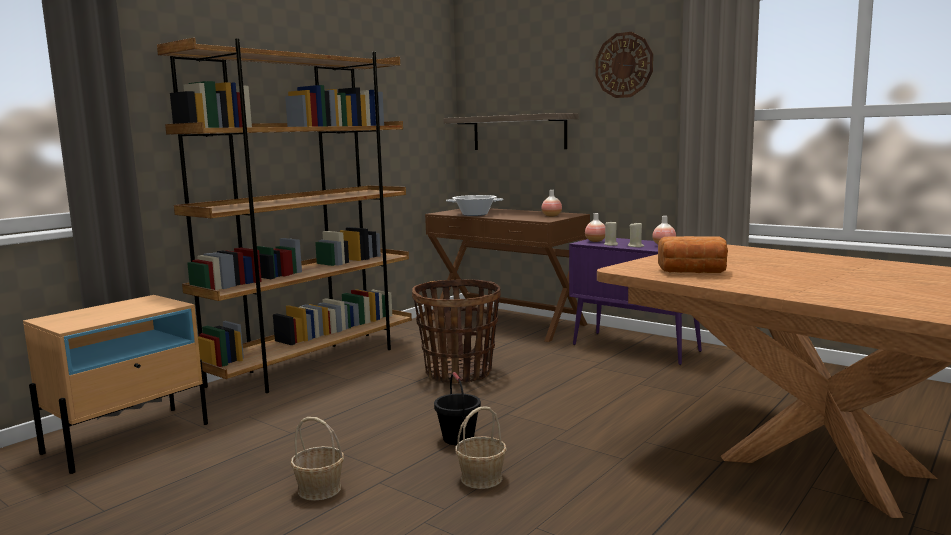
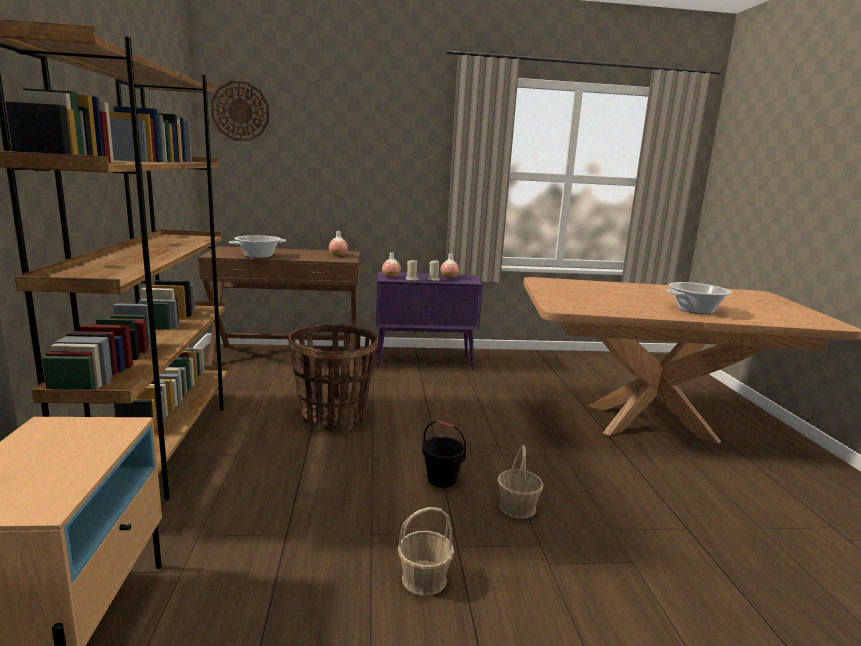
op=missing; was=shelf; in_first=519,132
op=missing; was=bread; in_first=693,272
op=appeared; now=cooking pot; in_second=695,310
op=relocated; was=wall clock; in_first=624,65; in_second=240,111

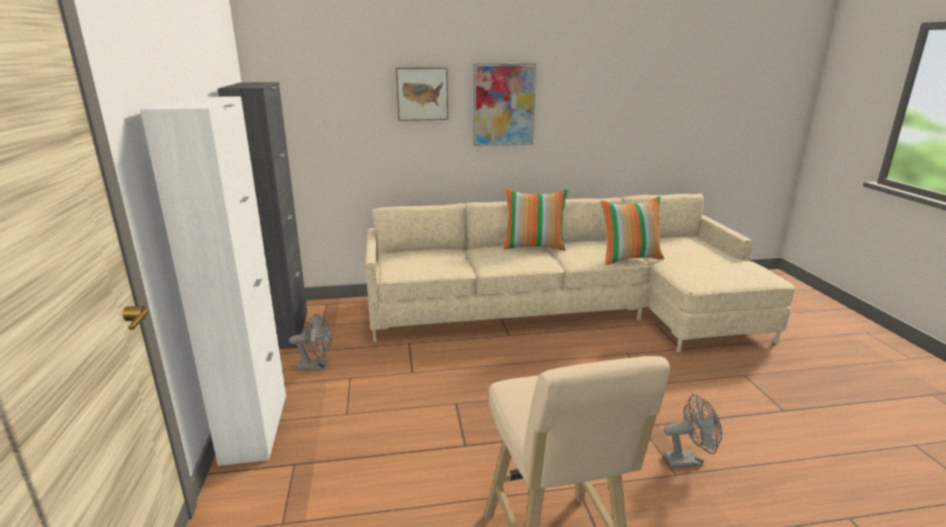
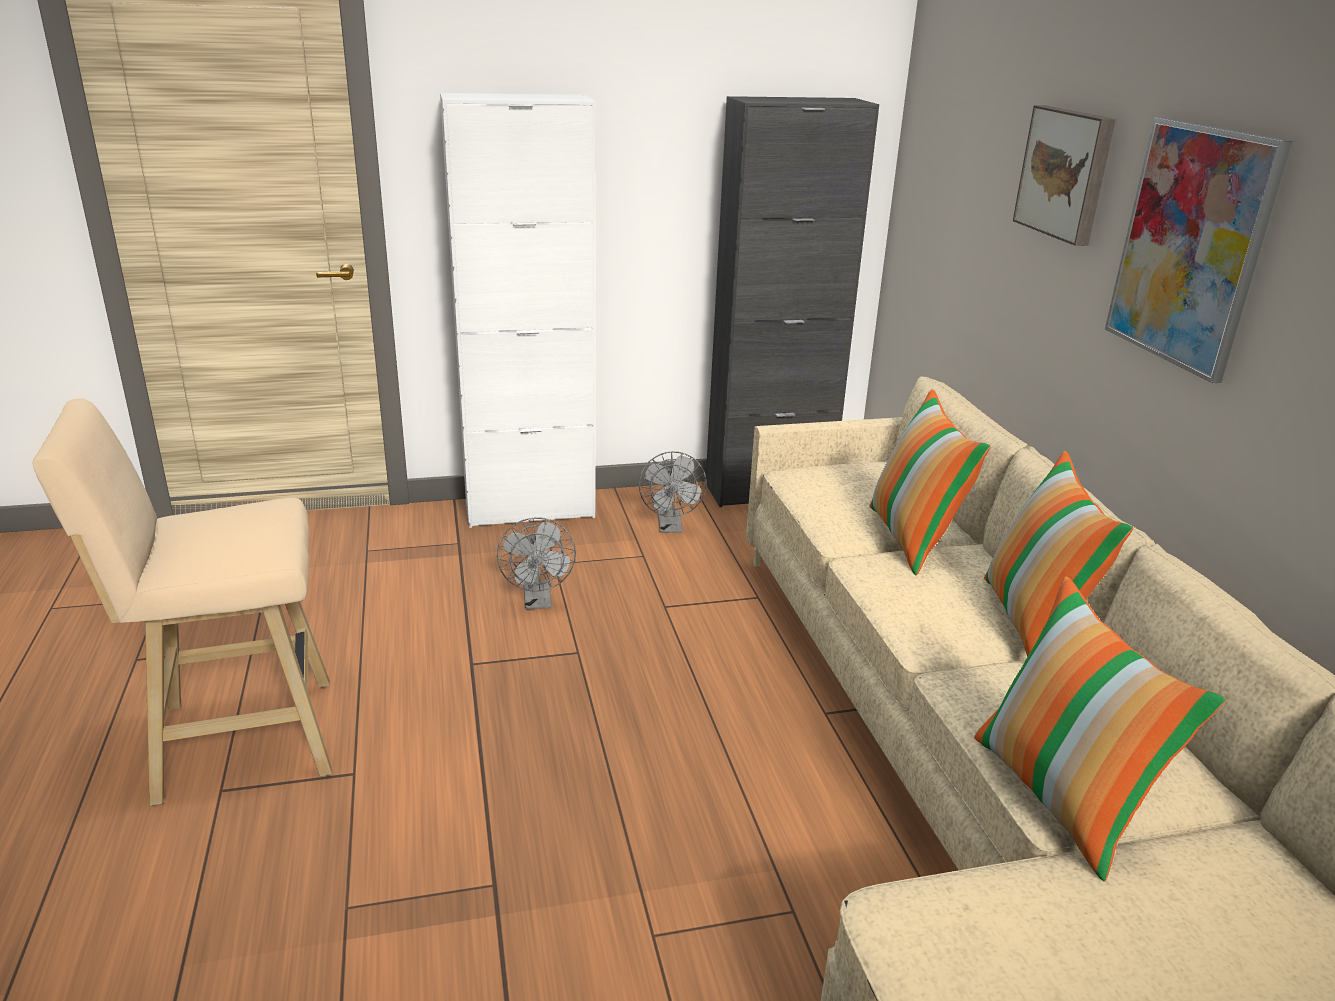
op=appeared; now=pillow; in_second=914,538
op=relocated; was=grey fan; in_first=688,460; in_second=538,602

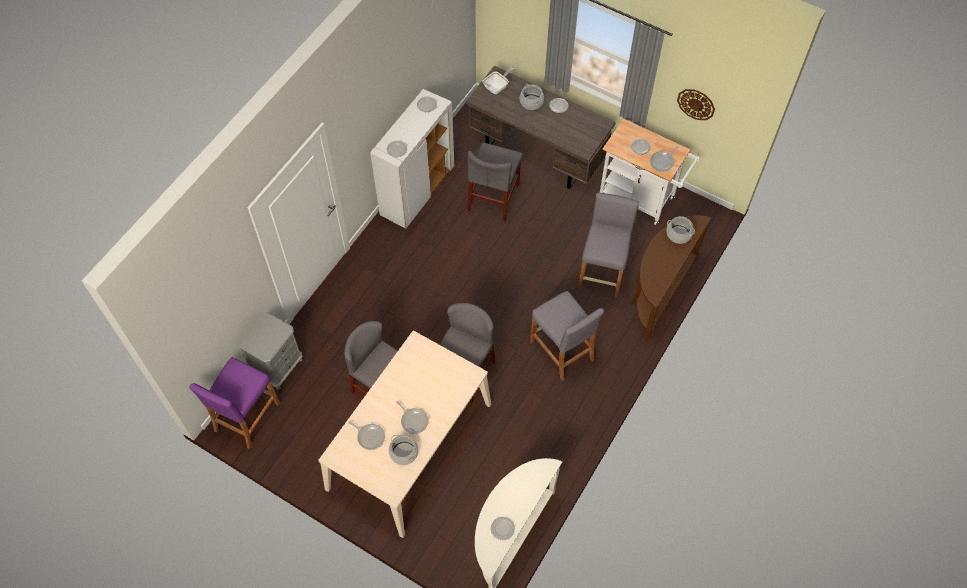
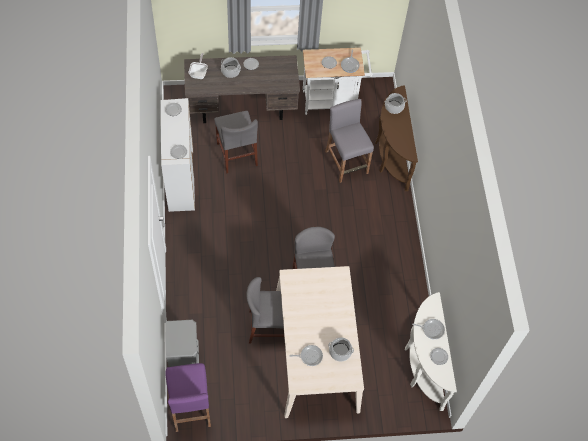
op=missing; was=grey stool; in_first=562,350
op=missing; was=wall clock; in_first=696,104
op=relocated; was=frying pan; in_first=413,420; in_second=431,329

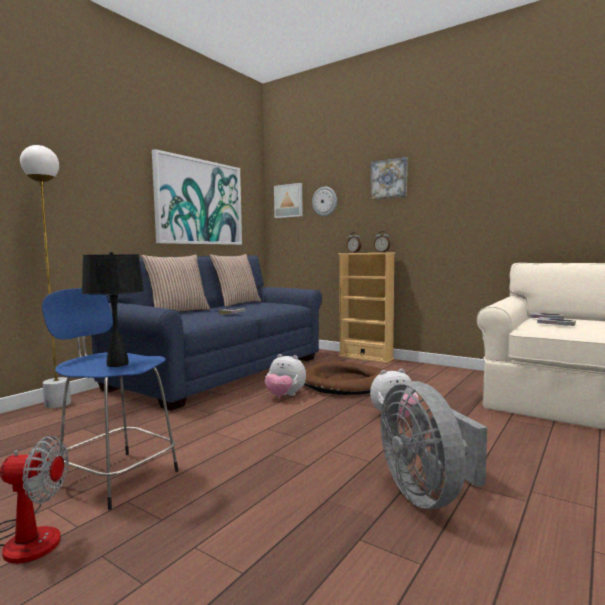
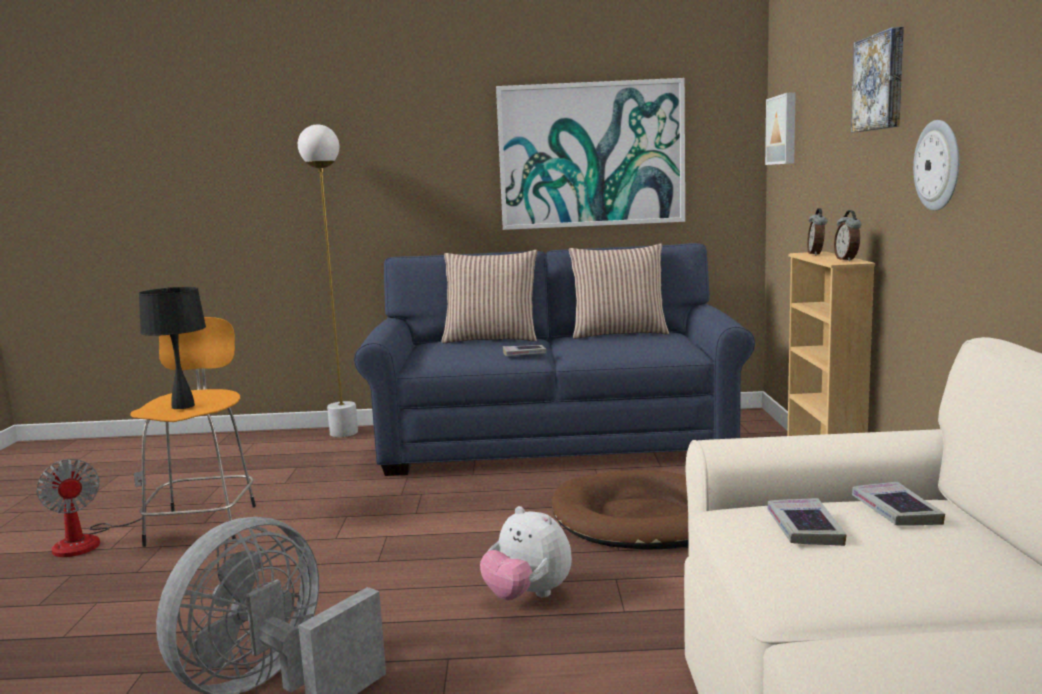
op=missing; was=plush toy; in_first=285,396
op=relocated; was=wall clock; in_first=325,201; in_second=938,165
op=colour; was=blue stool; now=orange stool; in_first=117,477; in_second=203,523

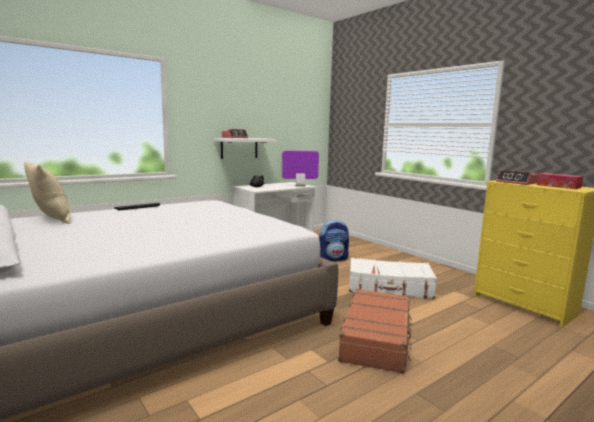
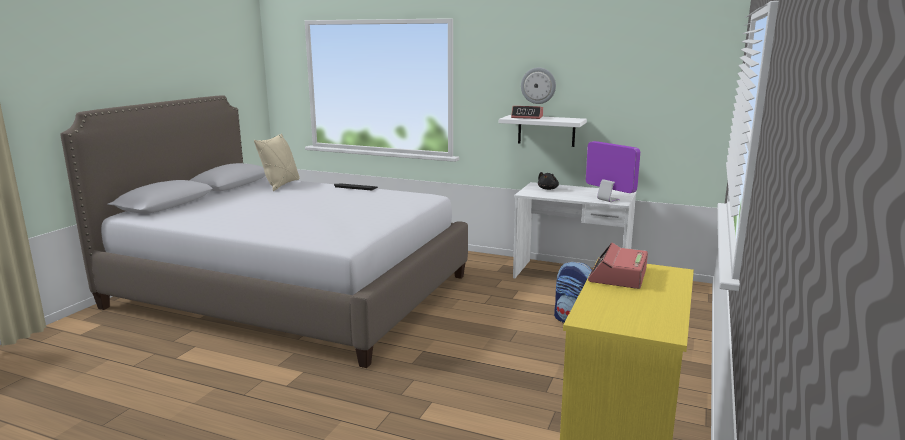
op=missing; was=brown suitcase; in_first=377,338
op=missing; was=white suitcase; in_first=389,287
op=missing; was=tissue box; in_first=558,186
op=appeared; now=wall clock; in_second=538,85

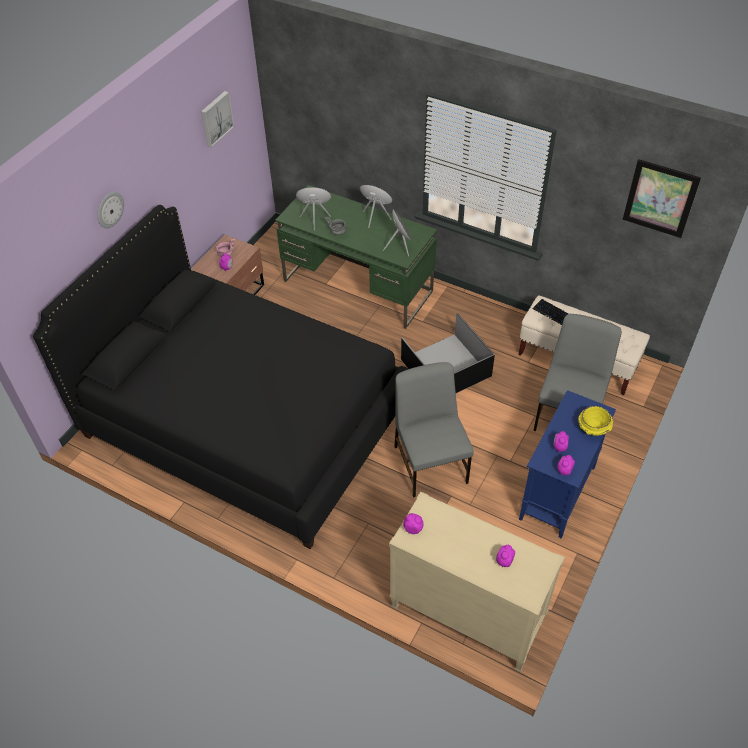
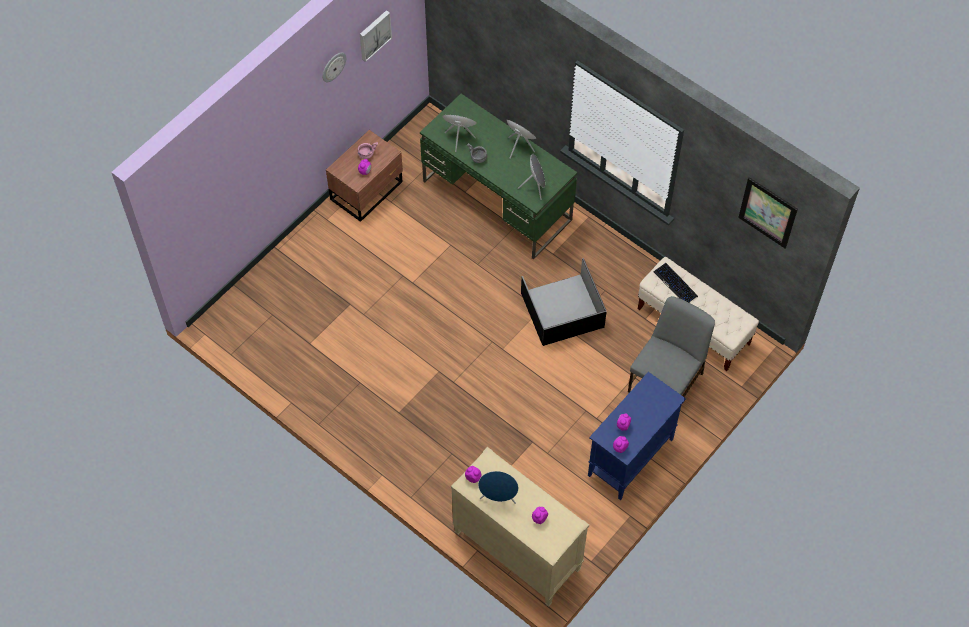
op=missing; was=black bed; in_first=246,419
op=missing; was=grey chair; in_first=431,463
op=missing; was=yellow bowl; in_first=593,428
op=appeared; now=blue speaker; in_second=498,497
op=relocated; was=wall clock; in_first=109,209; in_second=333,66

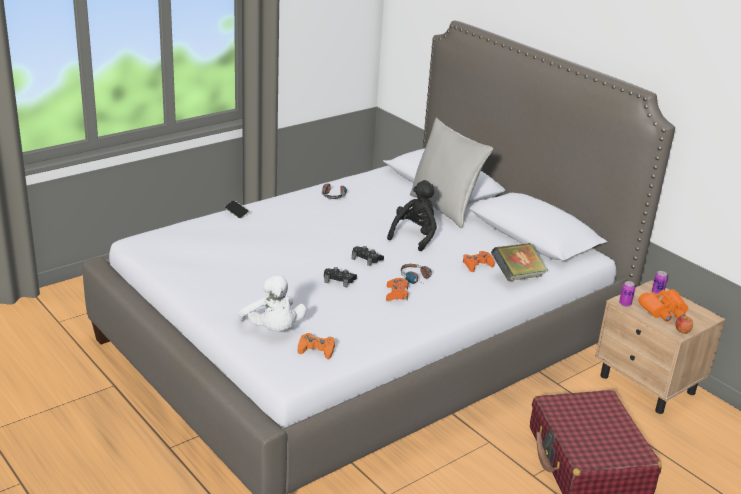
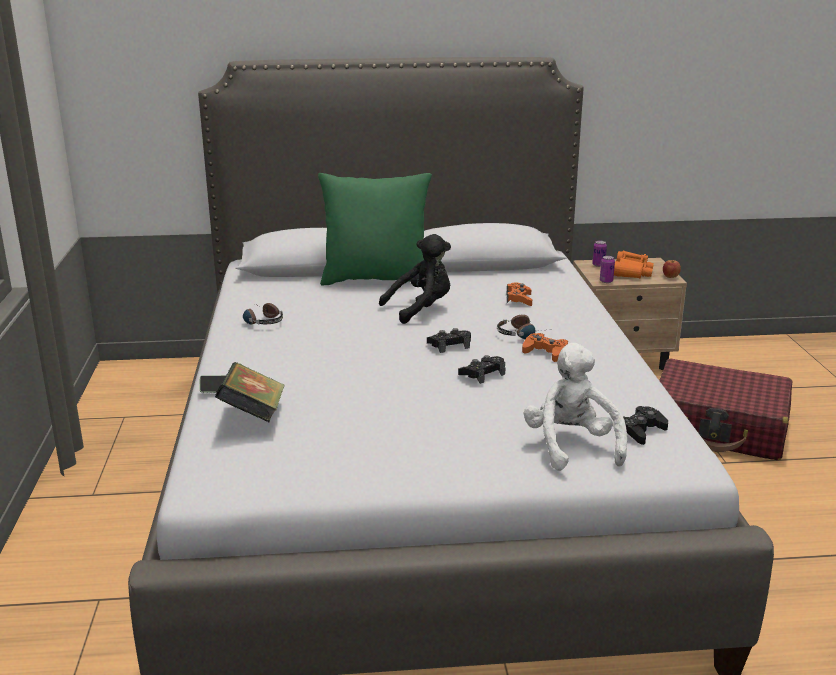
op=relocated; was=book; in_first=517,276; in_second=253,415
op=colour; was=orange game controller; now=black game controller; in_first=316,350; in_second=641,431
op=colour; was=grey pillow; now=green pillow; in_first=444,208; in_second=376,279
op=spun; was=white plush toy; in_first=273,330; in_second=571,446; clockwise=-105
op=spun; was=black plush toy; in_first=414,236; in_second=421,309; clockwise=90

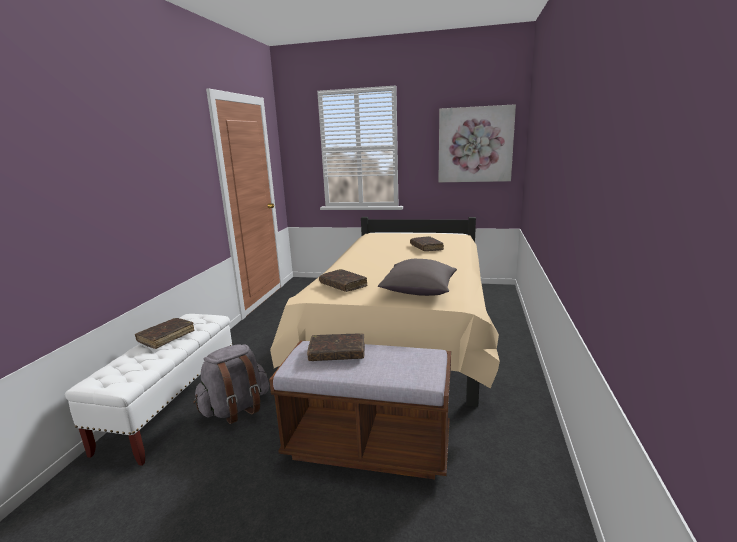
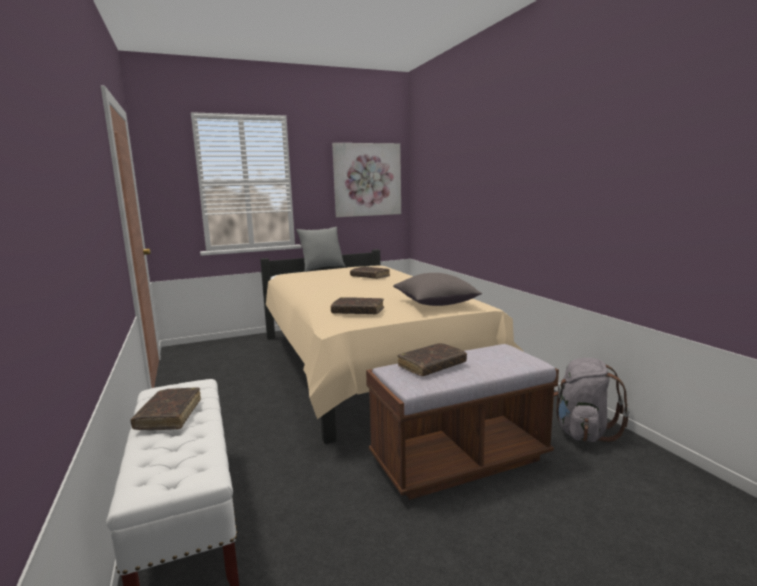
op=appeared; now=grey pillow; in_second=322,268
op=relocated; was=grey backpack; in_first=236,408; in_second=582,431

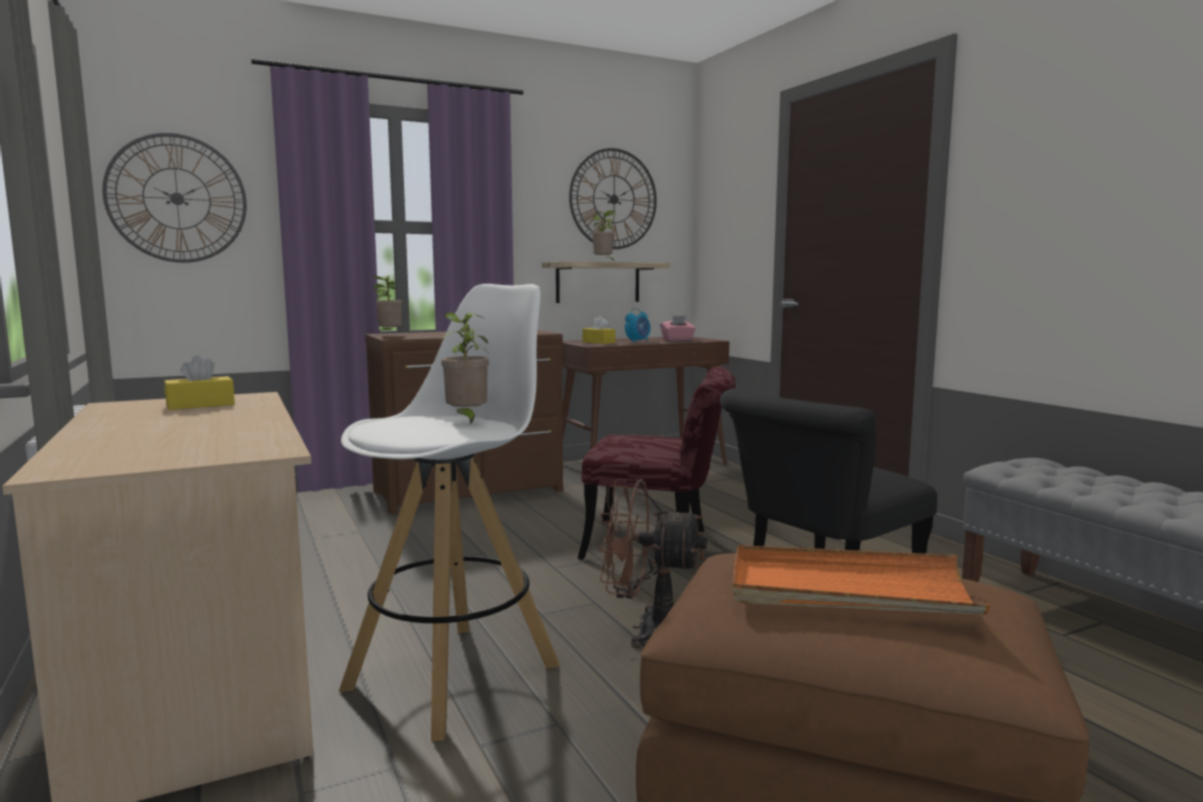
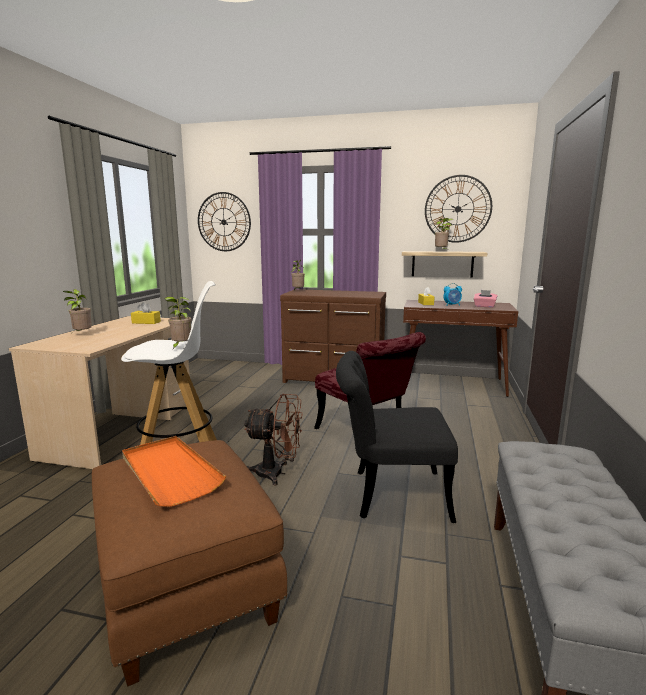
op=appeared; now=potted plant; in_second=81,334
op=spun; was=brown fan; in_first=648,630; in_second=277,473; clockwise=135

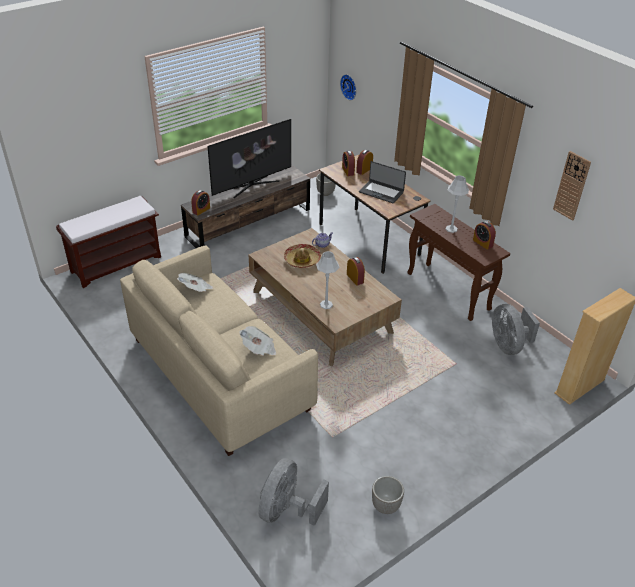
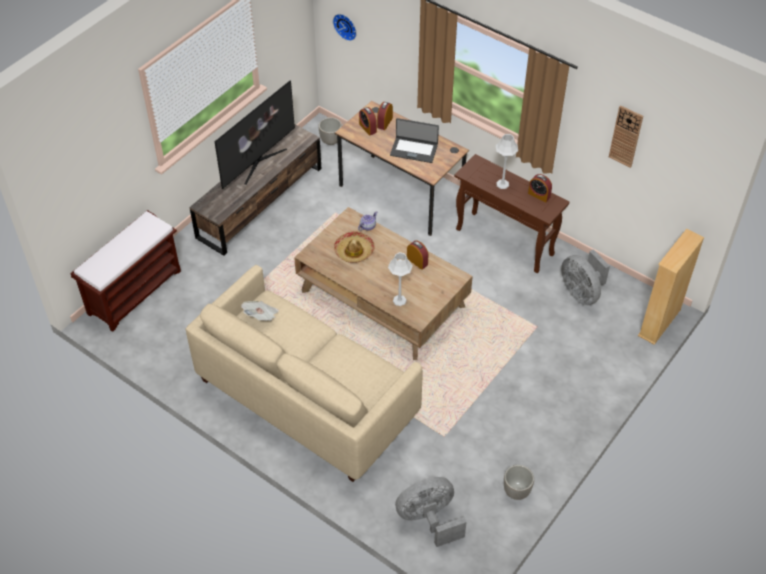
op=missing; was=alarm clock; in_first=201,210
op=missing; was=newspaper; in_first=259,349
op=spun; was=grey fan; in_first=287,510; in_second=429,519; clockwise=60

